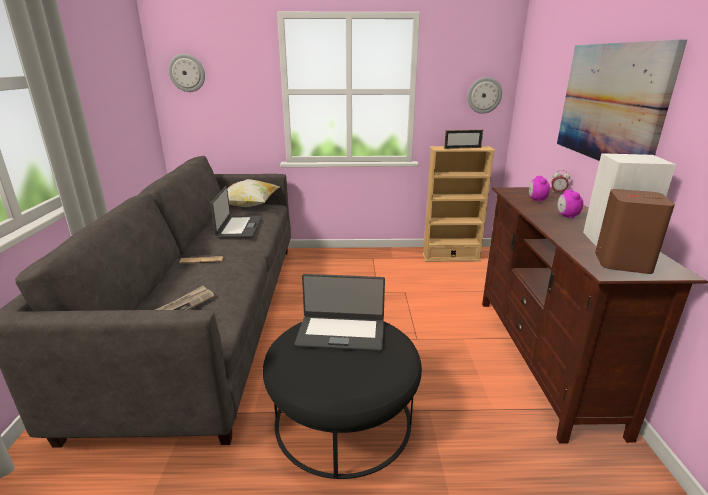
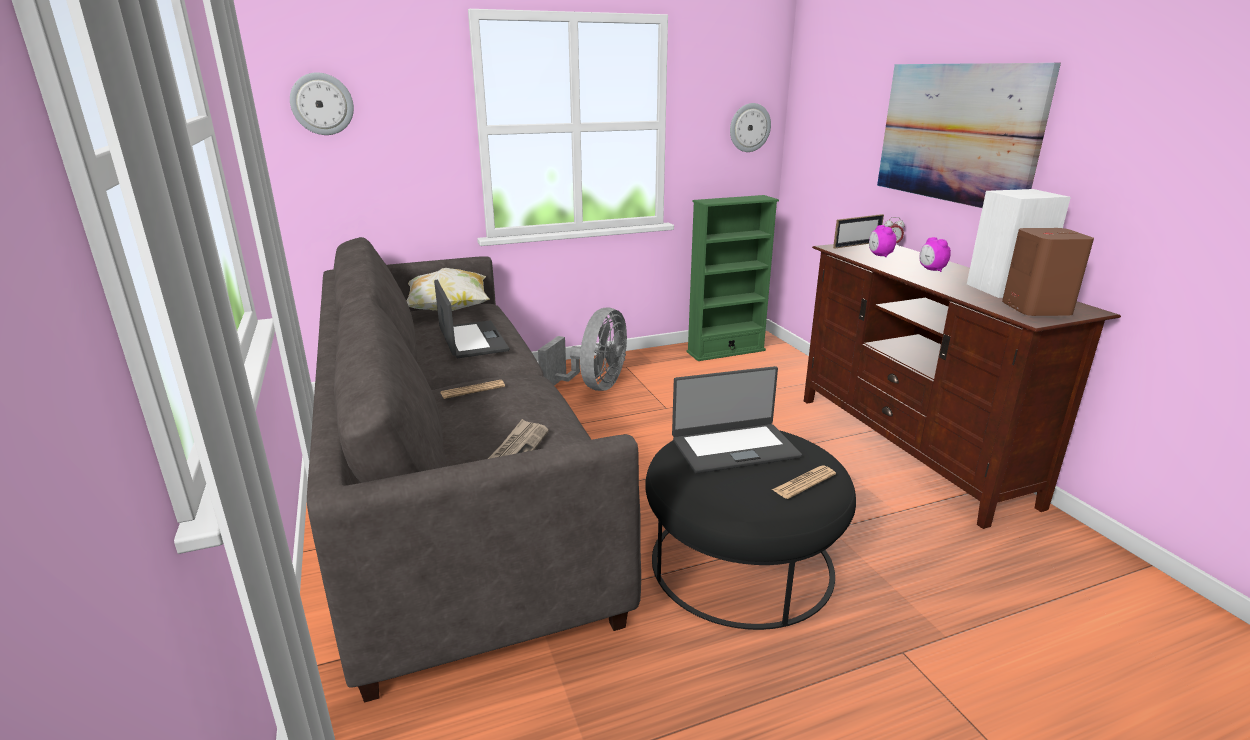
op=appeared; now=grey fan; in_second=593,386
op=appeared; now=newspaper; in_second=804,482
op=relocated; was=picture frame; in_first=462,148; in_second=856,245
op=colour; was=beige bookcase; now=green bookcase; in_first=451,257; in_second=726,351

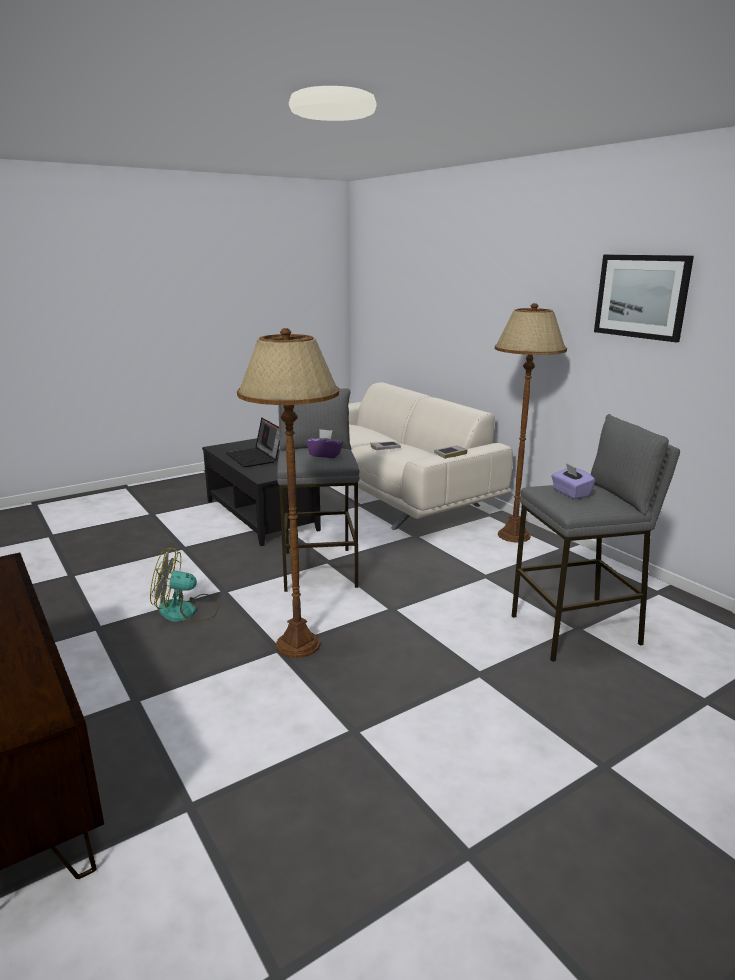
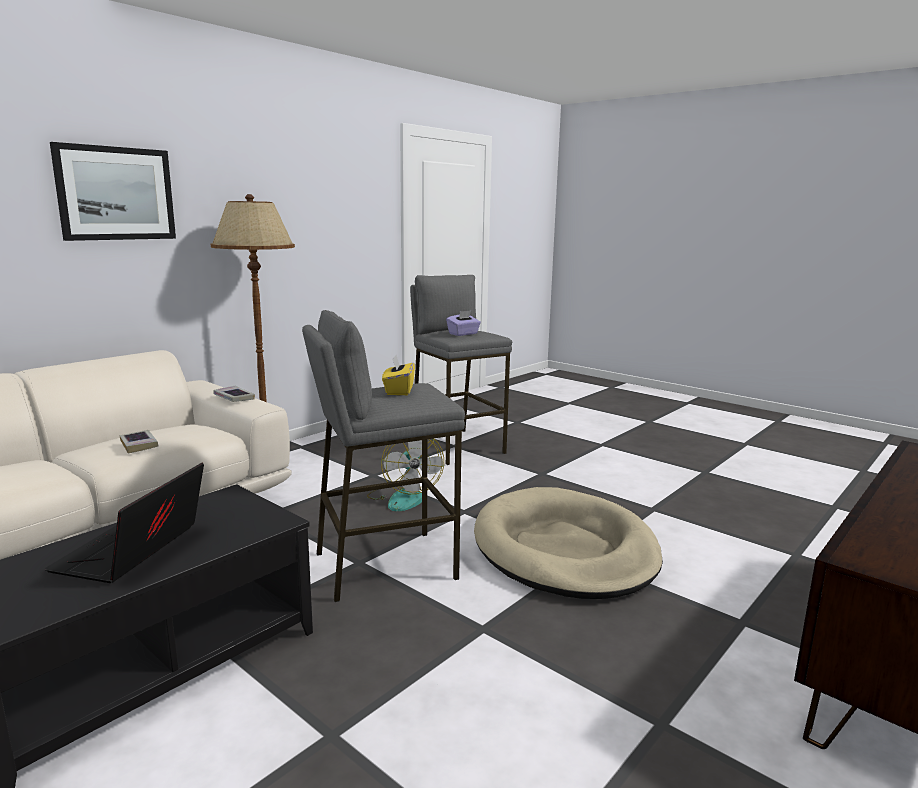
op=relocated; was=fan; in_first=186,611; in_second=403,497
op=relocated; was=picture; in_first=641,296; in_second=116,193
op=exchanged; was=brown floor lamp; now=beige dog bed; in_first=298,644; in_second=564,549
op=colour; was=purple tissue box; now=yellow tissue box; in_first=325,455; in_second=398,391
op=spun; was=laptop; in_first=255,458; in_second=132,552; clockwise=150

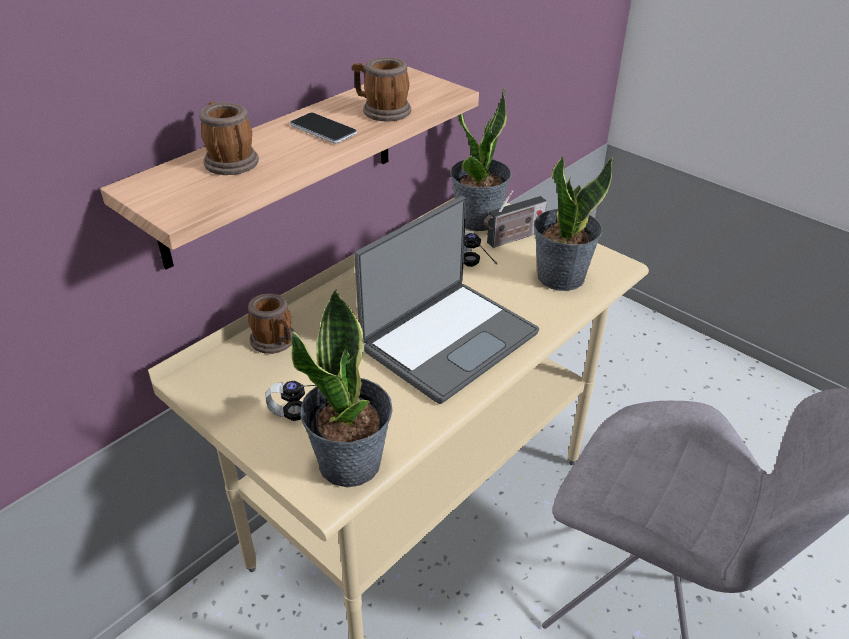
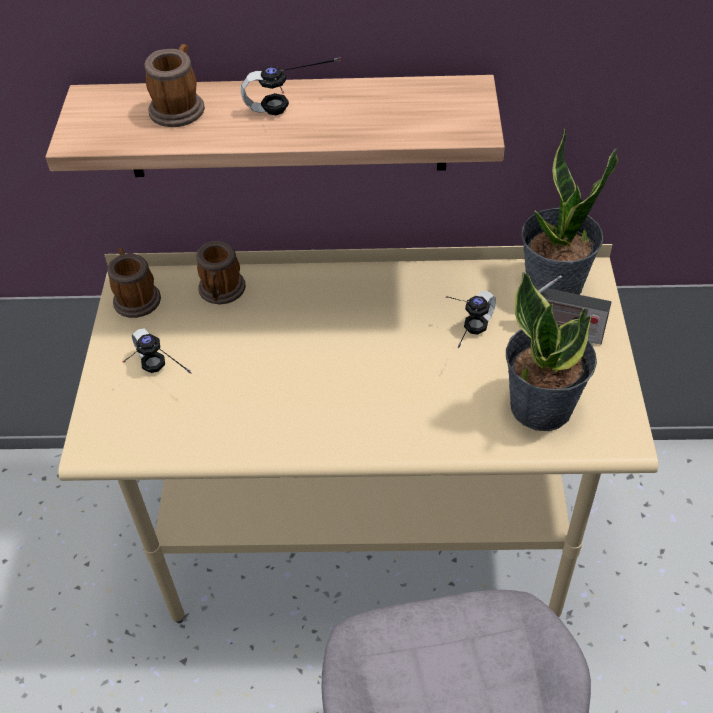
op=missing; was=potted plant; in_first=351,463
op=missing; was=laptop; in_first=447,340
op=relocated; was=mug; in_first=381,111; in_second=135,297
op=exchanged; was=phone; now=headphones; in_first=323,129; in_second=293,114

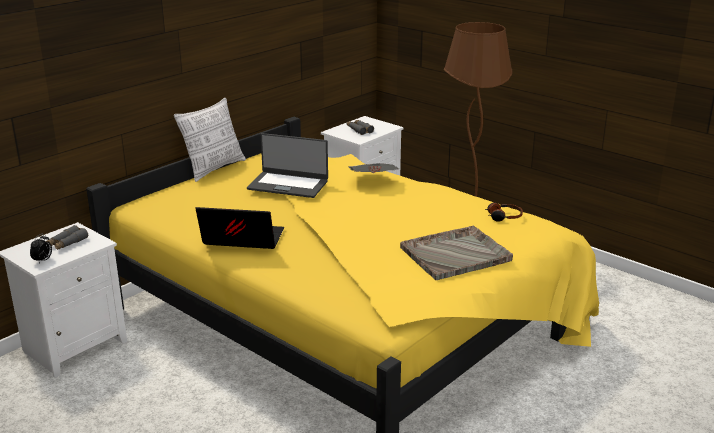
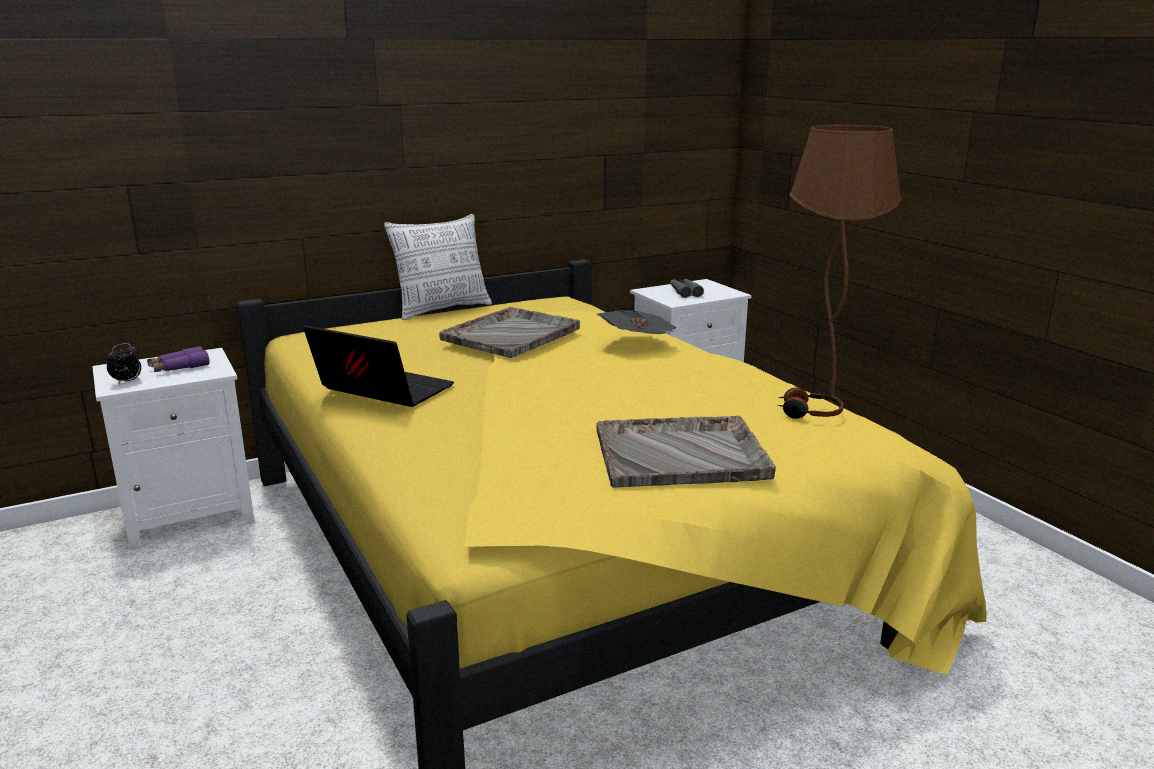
op=exchanged; was=laptop; now=grey tray; in_first=288,185; in_second=512,334
op=colour; was=grey binoculars; now=purple binoculars; in_first=66,243; in_second=179,367

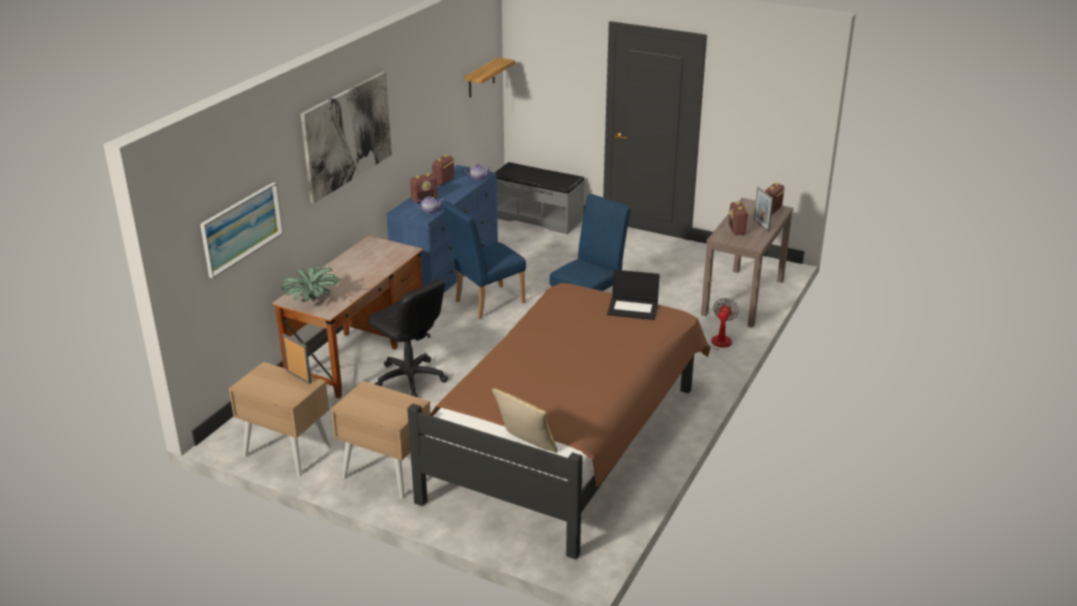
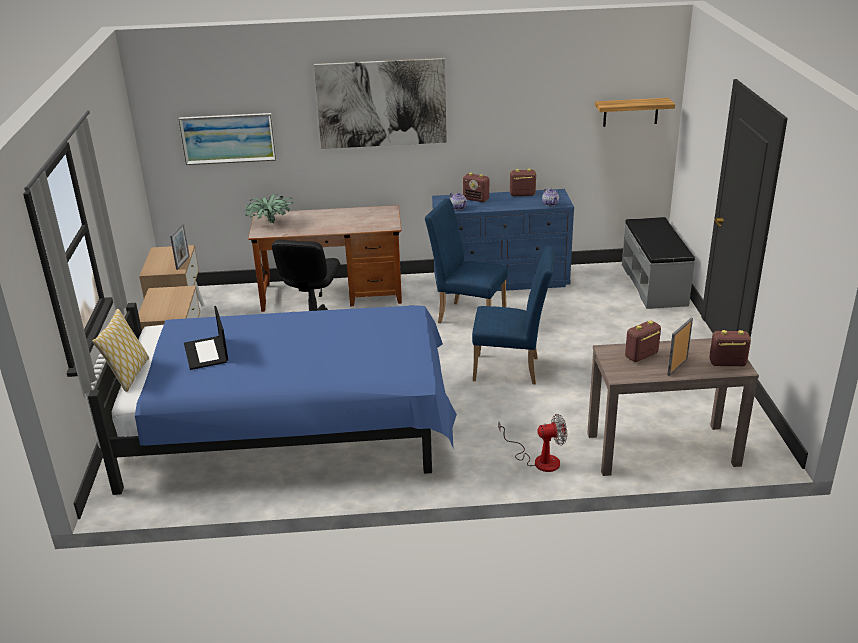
op=relocated; was=laptop; in_first=633,309; in_second=206,353
op=colour; was=brown bed; now=blue bed; in_first=568,436; in_second=292,429

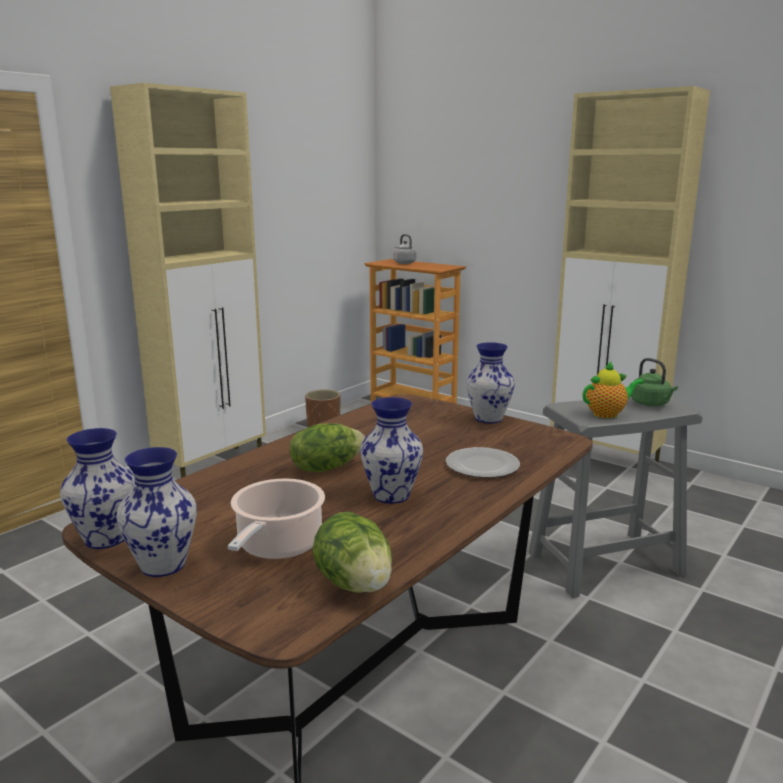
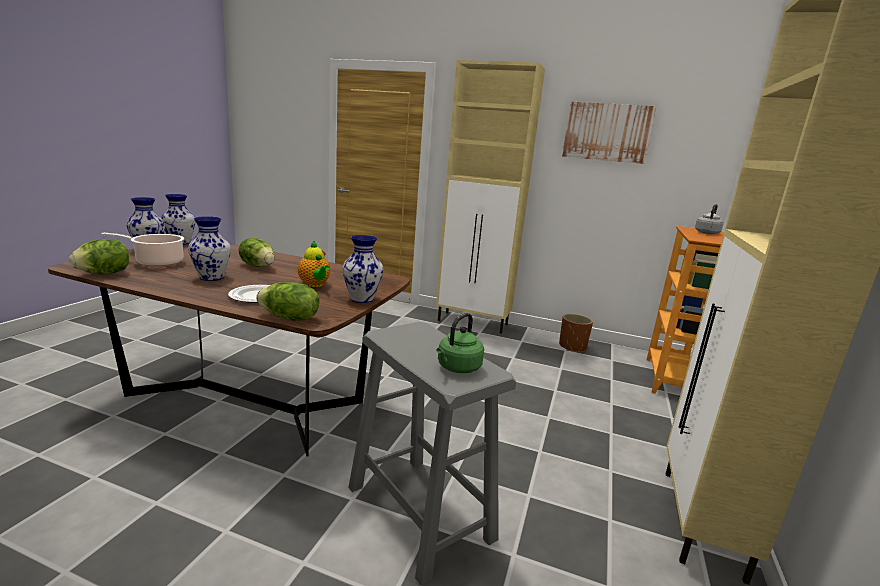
op=appeared; now=lettuce; in_second=289,318
op=appeared; now=picture; in_second=607,132
op=relocated; was=teapot; in_first=607,414; in_second=315,285

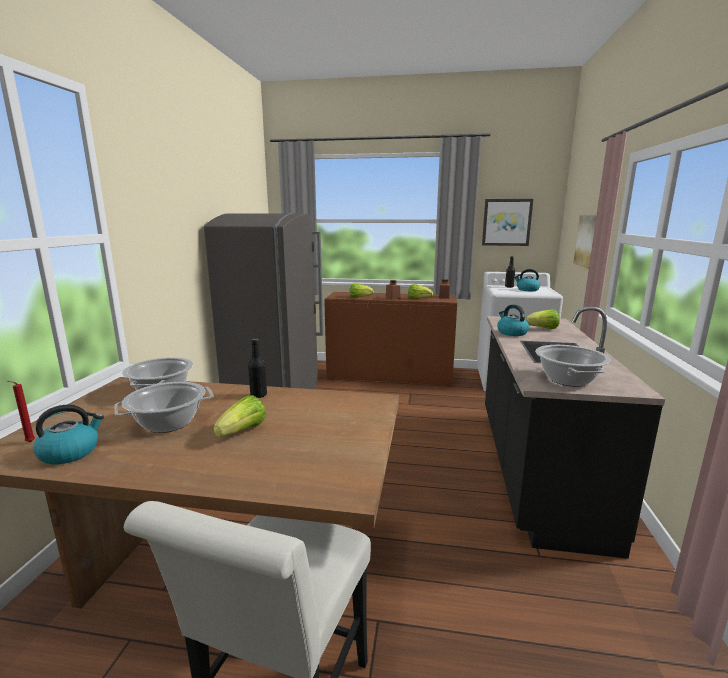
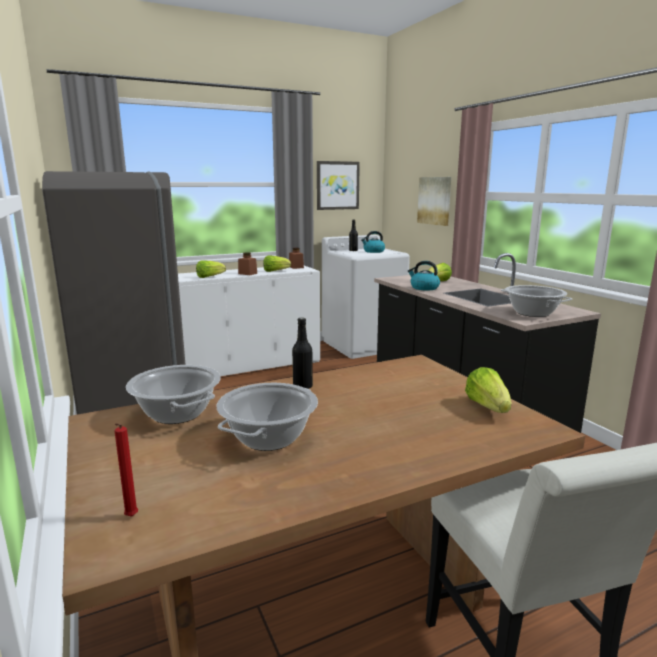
op=missing; was=kettle; in_first=70,452
op=relocated; was=lettuce; in_first=243,431; in_second=488,407
op=colour; was=brown cabinet; now=white cabinet; in_first=390,376; in_second=246,366

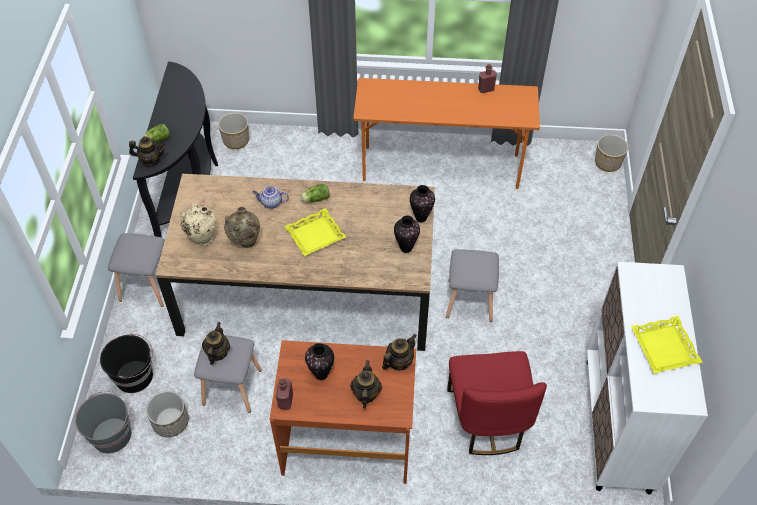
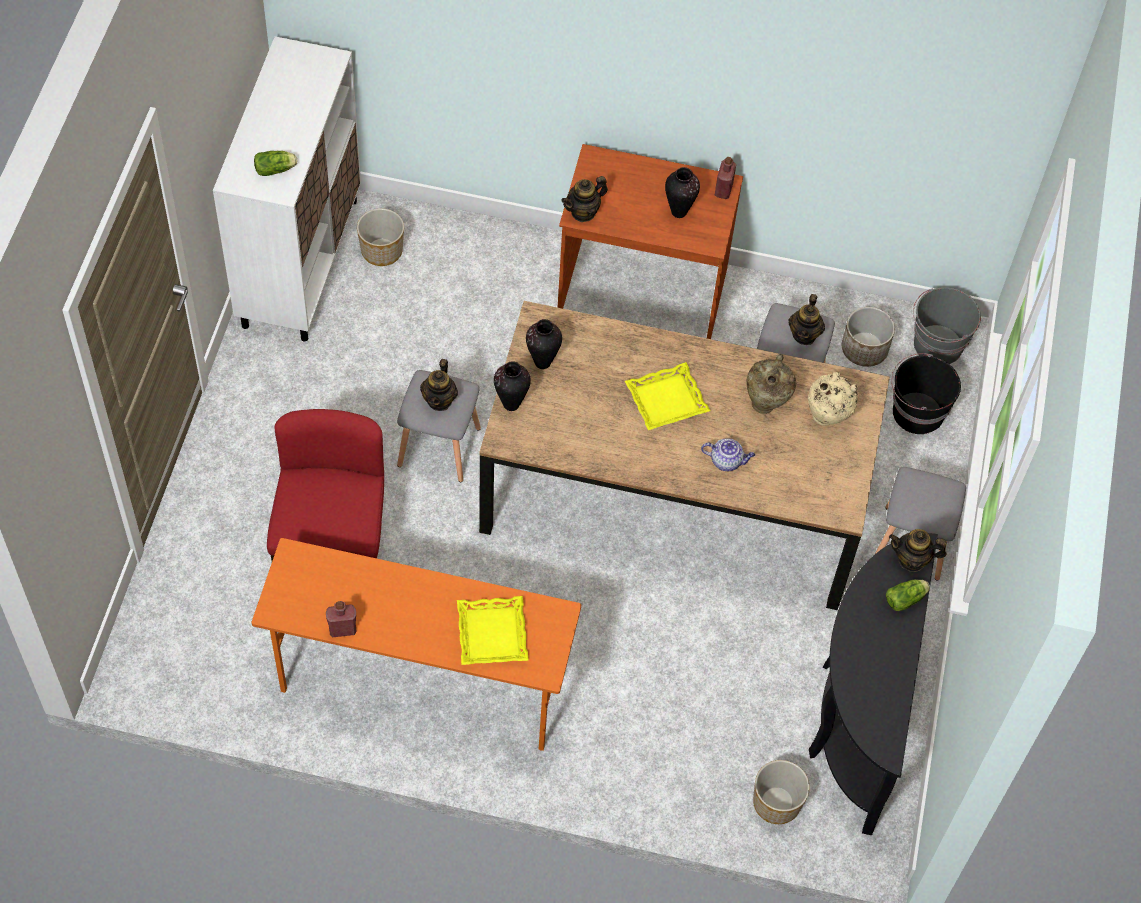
op=relocated; was=lettuce; in_first=314,199; in_second=276,169
op=relocated; was=teapot; in_first=365,394; in_second=439,400
op=relocated; was=red chair; in_first=487,419; in_second=333,545
op=relocated; was=planter; in_first=607,163; in_second=382,250
op=relocated; was=yellow tray; in_first=663,348; in_second=493,634

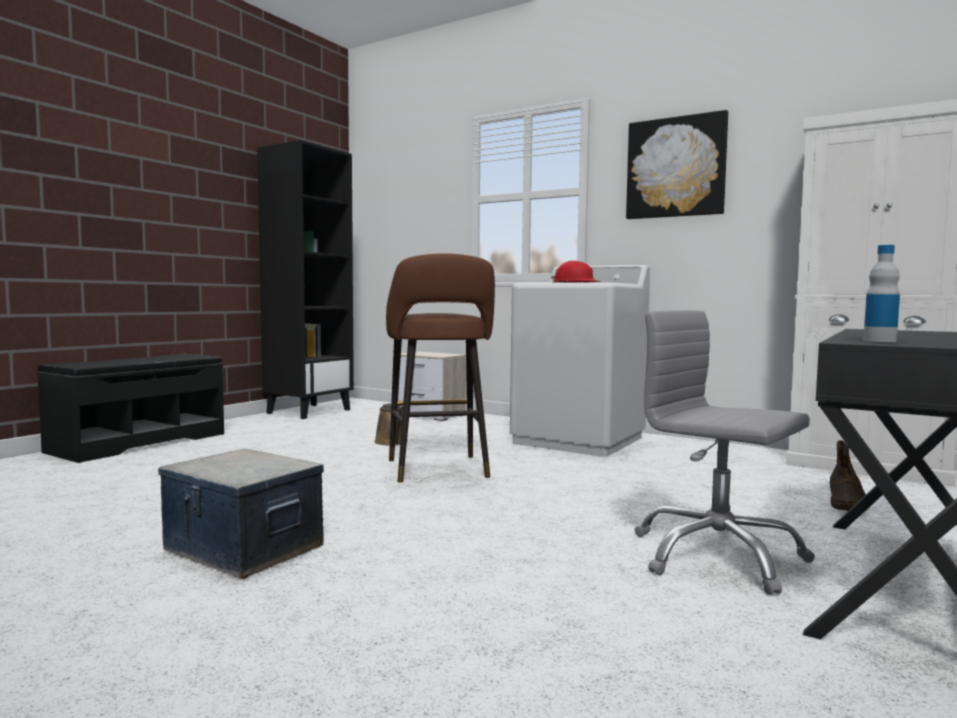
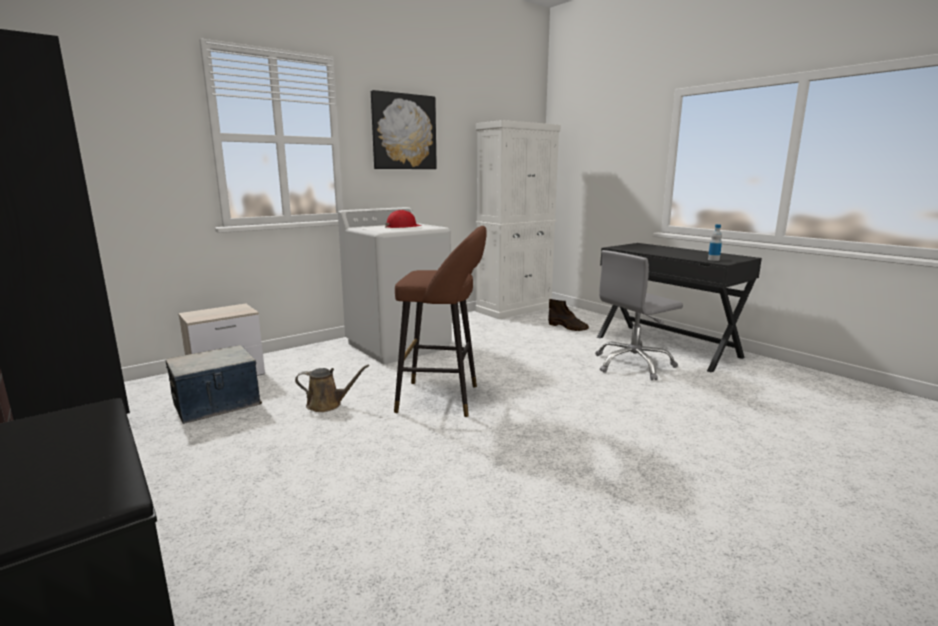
op=relocated; was=storage box; in_first=243,548; in_second=217,404

